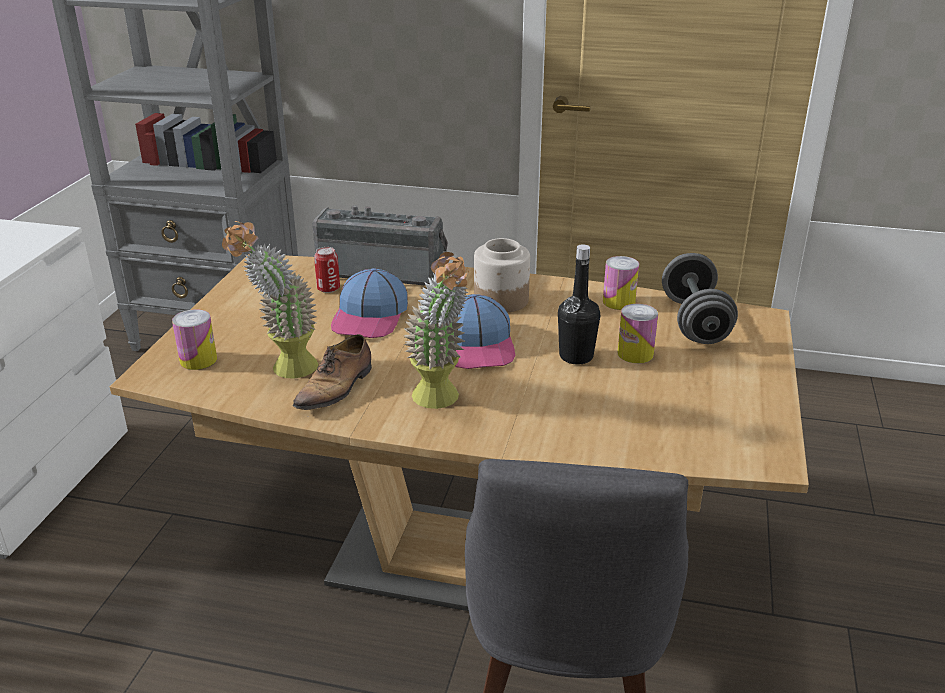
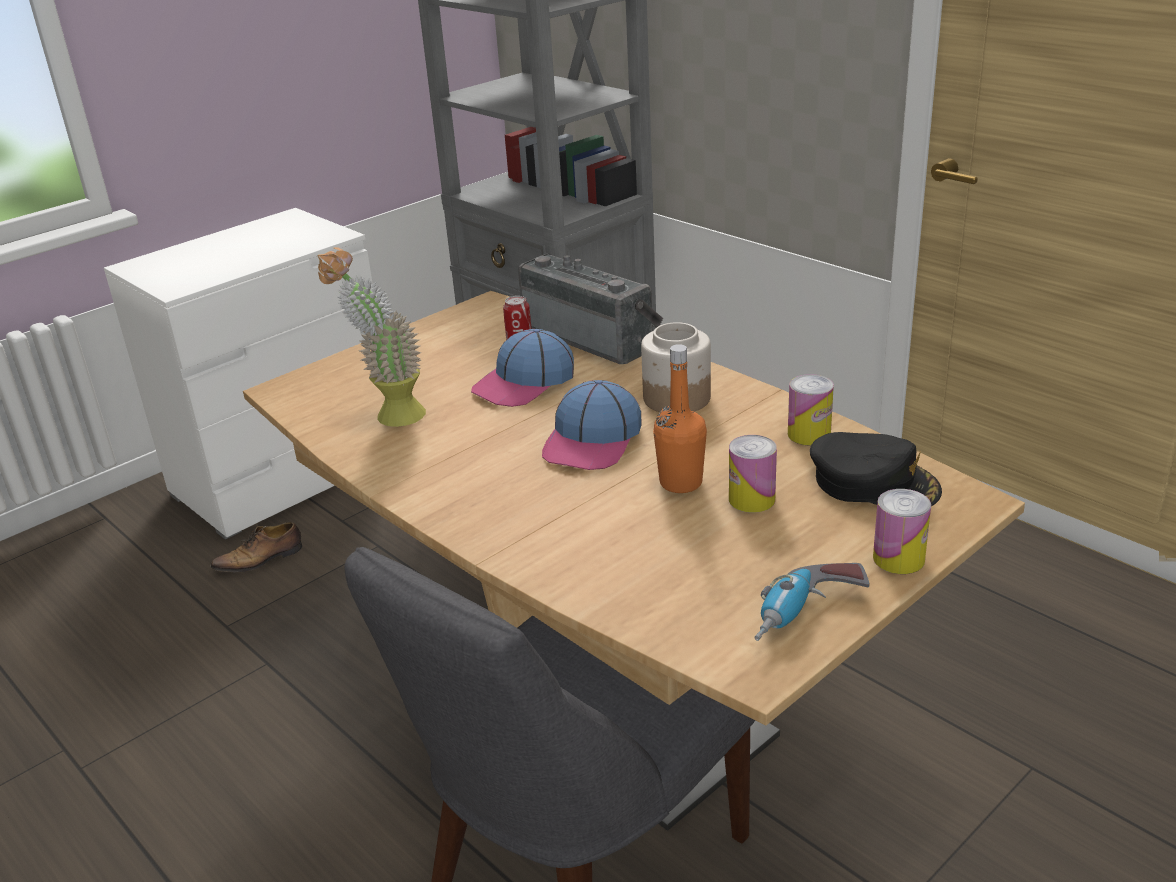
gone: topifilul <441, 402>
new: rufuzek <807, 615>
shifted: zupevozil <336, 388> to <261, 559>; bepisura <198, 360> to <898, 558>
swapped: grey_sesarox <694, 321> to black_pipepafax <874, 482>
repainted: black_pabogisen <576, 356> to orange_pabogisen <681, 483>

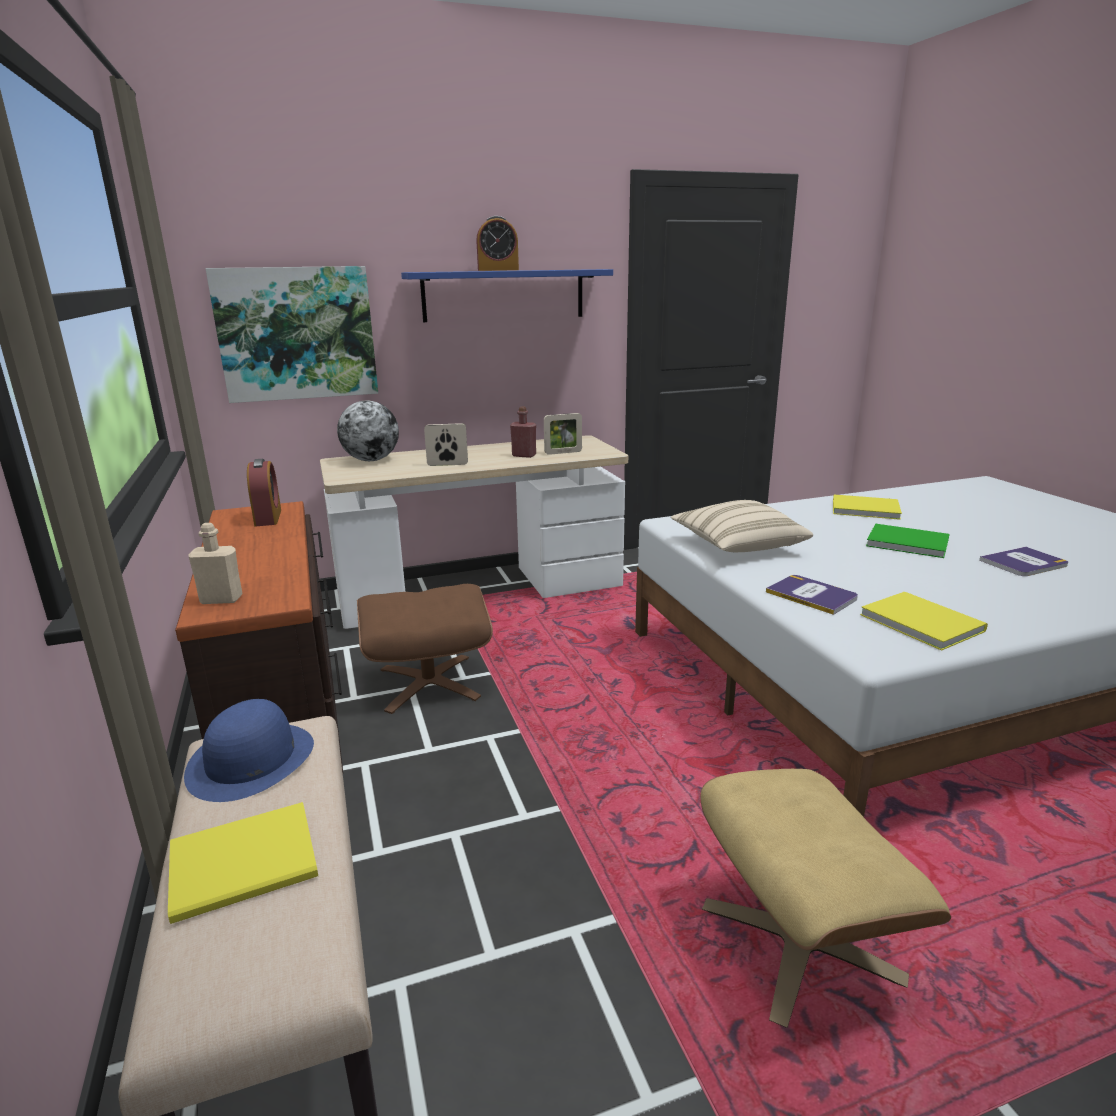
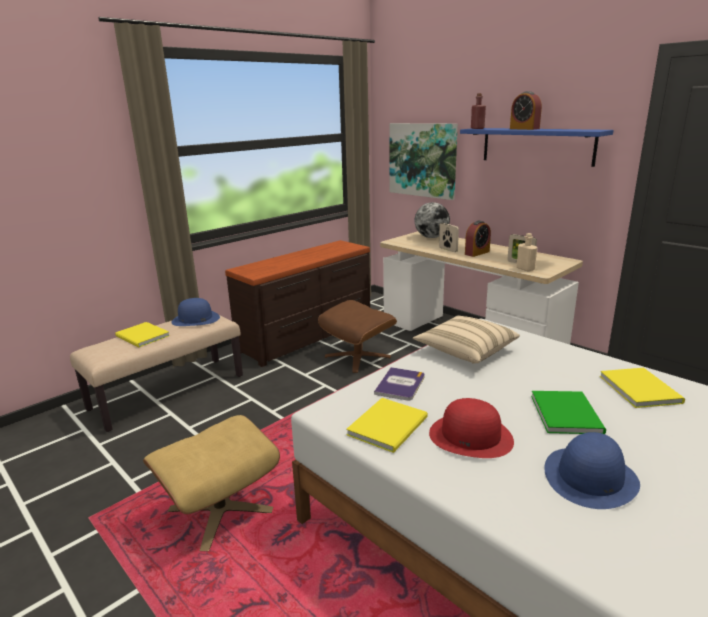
new: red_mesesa <471, 436>
shifted: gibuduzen <268, 518> to <477, 253>; red_pabogisen <524, 455> to <477, 128>; beige_pabogisen <221, 599> to <525, 269>
swapped: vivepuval <1024, 563> to blue_mesesa <590, 477>

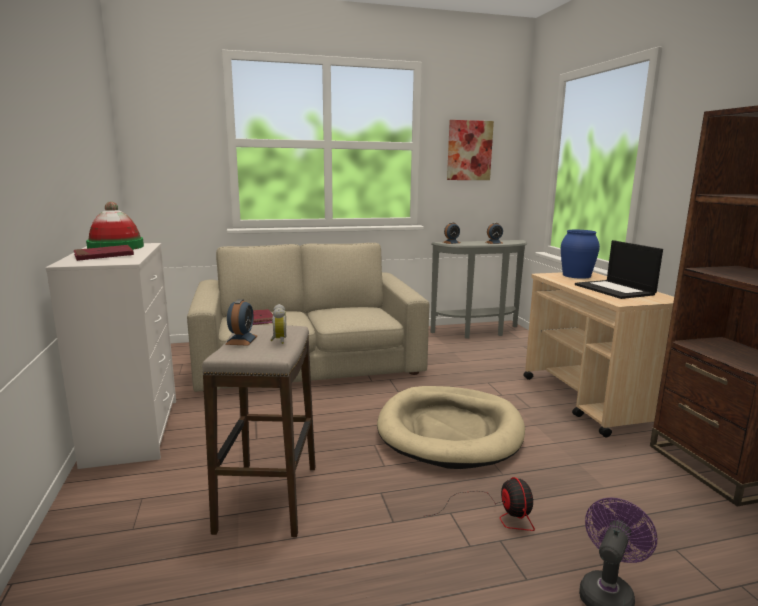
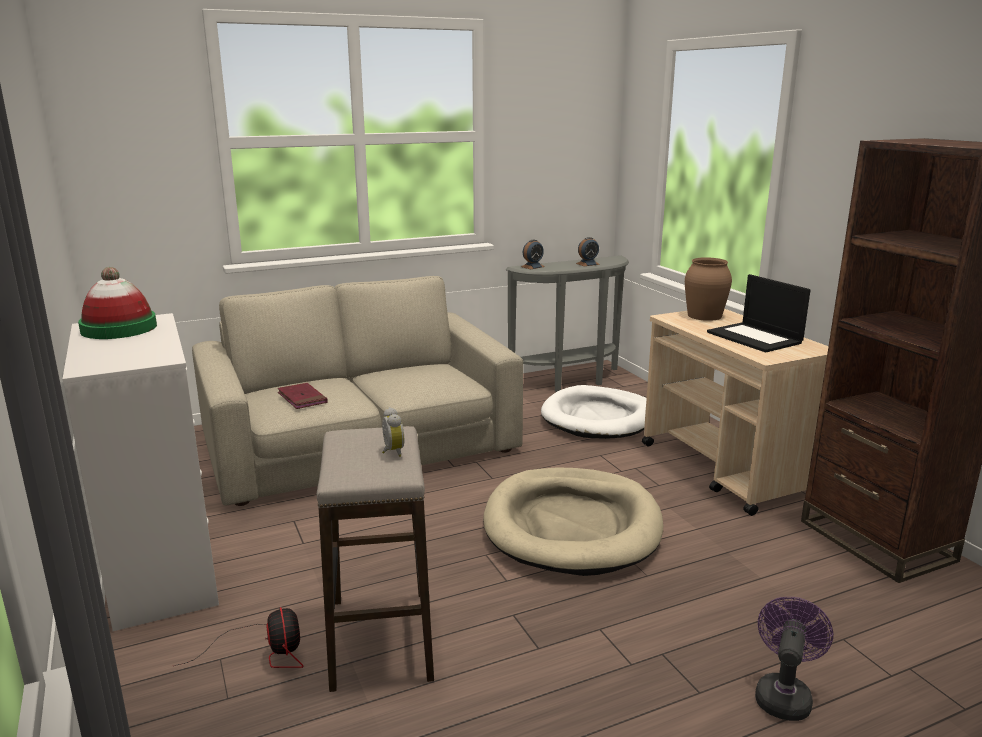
gone: red_vivepuval <104, 256>; gibuduzen <241, 340>; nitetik <469, 150>
new: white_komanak <598, 418>
shifted: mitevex <495, 514> to <266, 651>
repainted: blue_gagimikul <576, 275> to brown_gagimikul <704, 315>

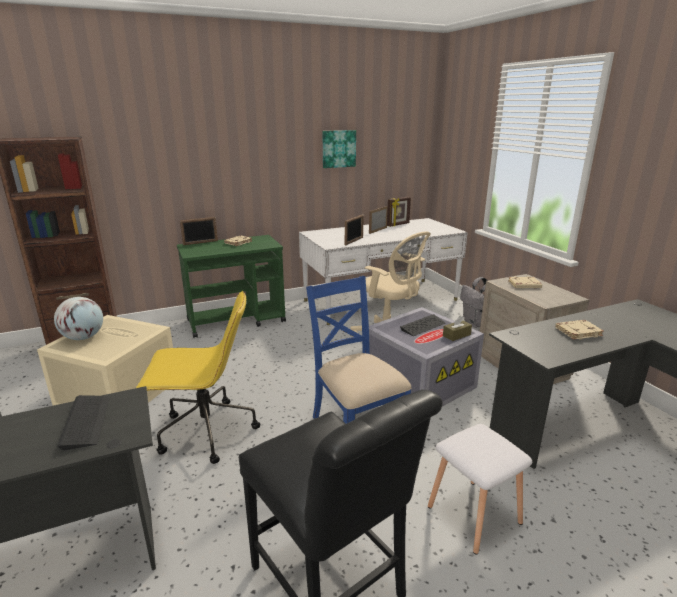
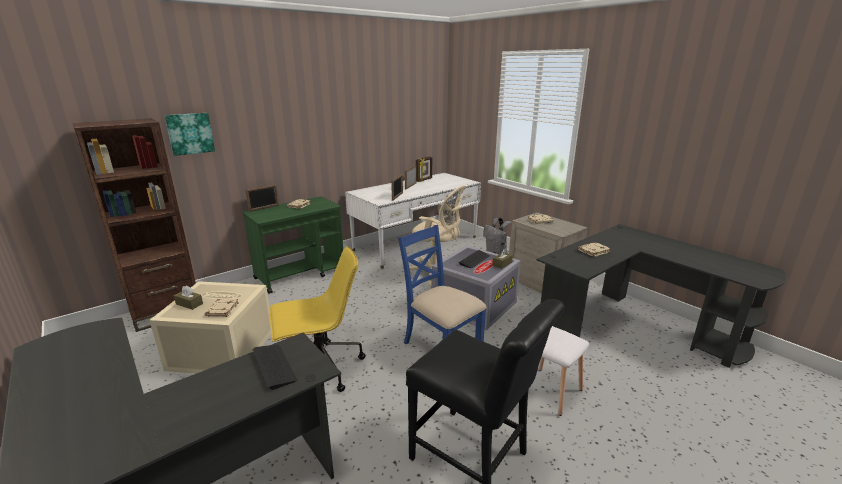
new: beige_vivepuval <222, 310>
shifted: nitetik <338, 149> to <190, 133>
swapped: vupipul <83, 337> to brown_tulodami <189, 304>

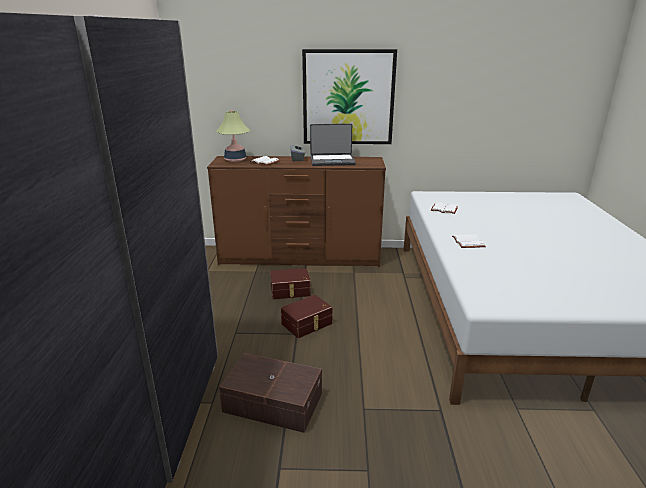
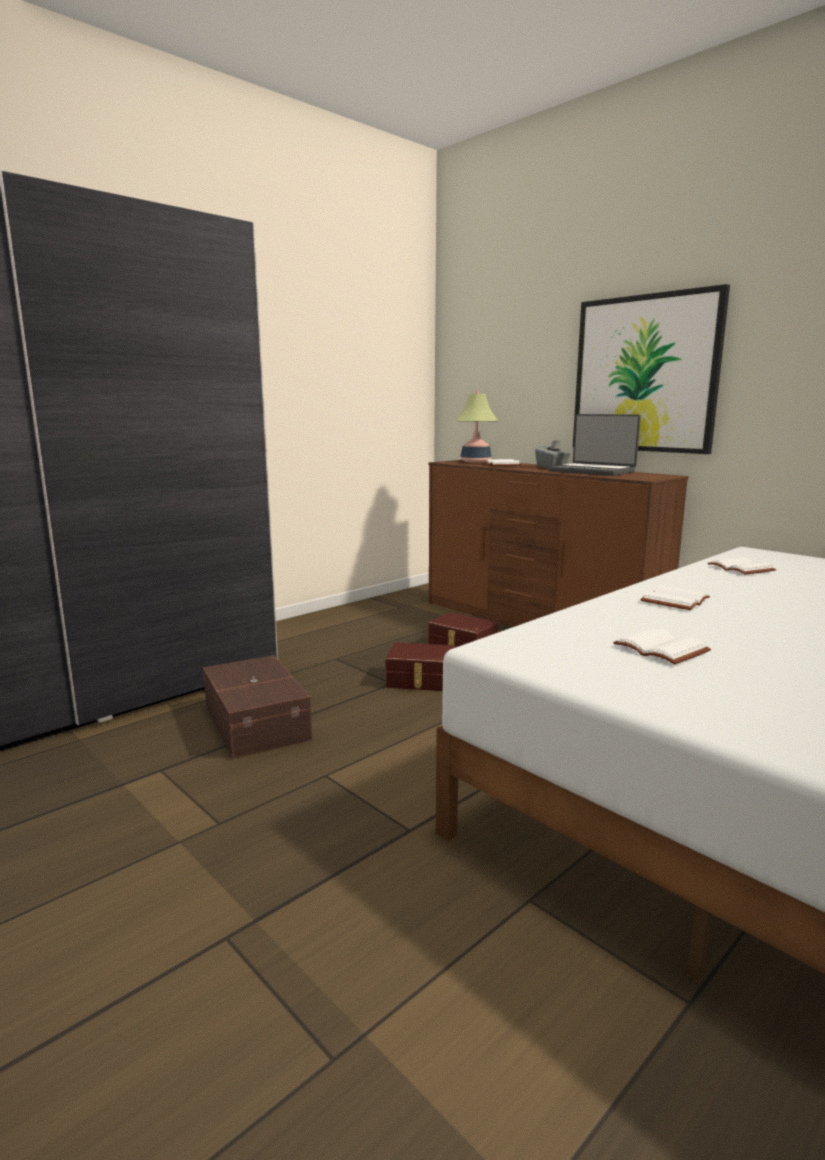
new: white_vivepuval <663, 649>

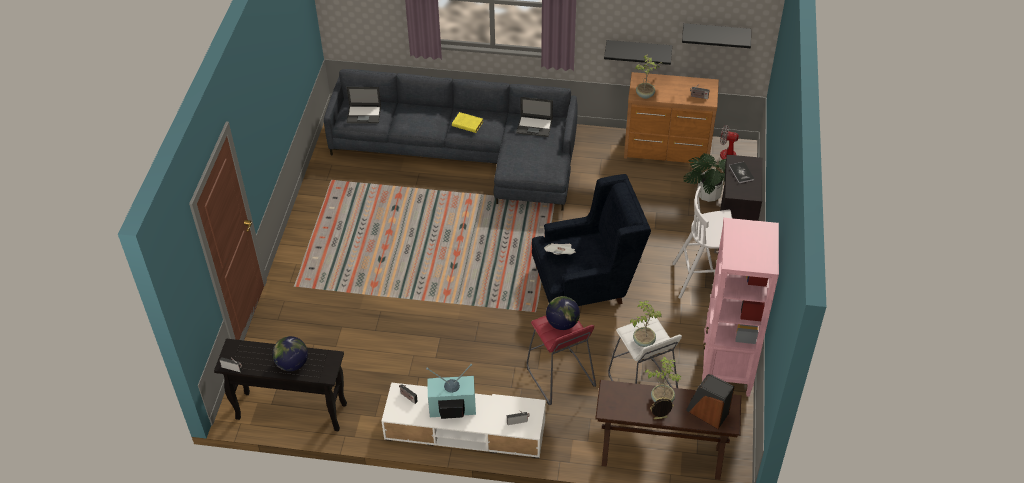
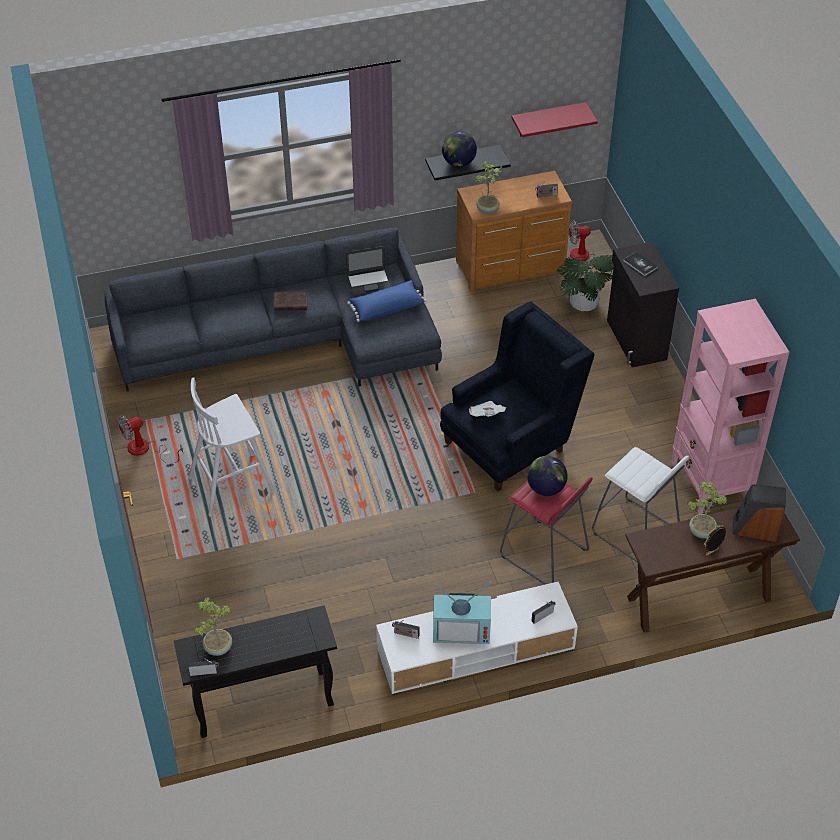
gone: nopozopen <364, 114>
new: mitevex <145, 450>; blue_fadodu <386, 307>
shifted: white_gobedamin <705, 279> to <233, 484>; topifilul <643, 341> to <217, 647>; vupipul <292, 364> to <459, 163>
repainted: yellow_vivepuval <466, 124> to brown_vivepuval <289, 303>; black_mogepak <716, 35> to red_mogepak <548, 119>
rotated: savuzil <451, 408> = <462, 628> 150 degrees counterclockwise

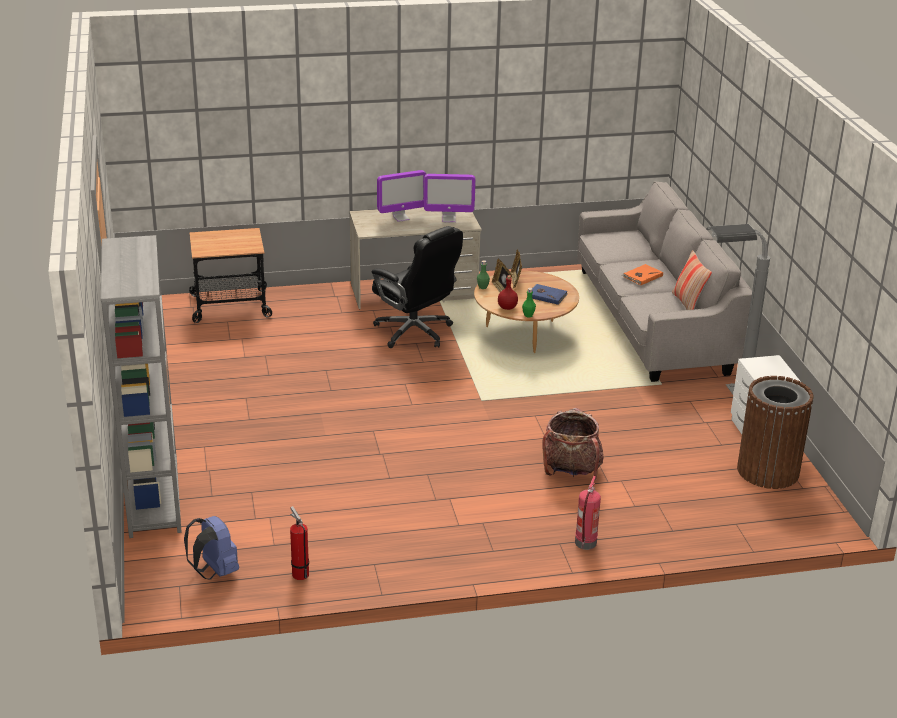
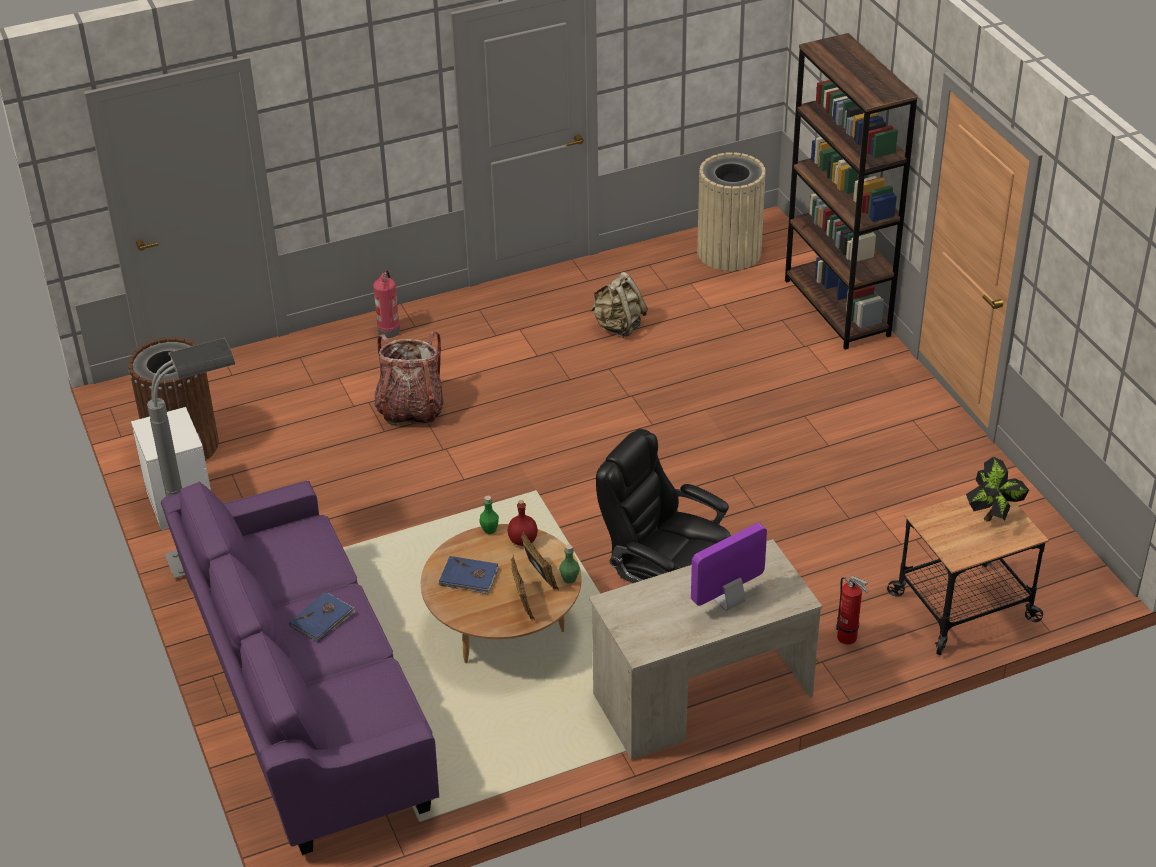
gone: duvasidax <448, 219>; fadodu <688, 304>
new: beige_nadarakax <618, 326>; topifilul <993, 515>
shifted: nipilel <299, 573> to <849, 638>
swapped: blue_nadarakax <214, 571> to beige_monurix <729, 252>
repainted: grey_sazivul <652, 320> to purple_sazivul <306, 697>; orange_vivepuval <642, 276> to blue_vivepuval <323, 619>; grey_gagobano <154, 498> to brown_gagobano <837, 308>

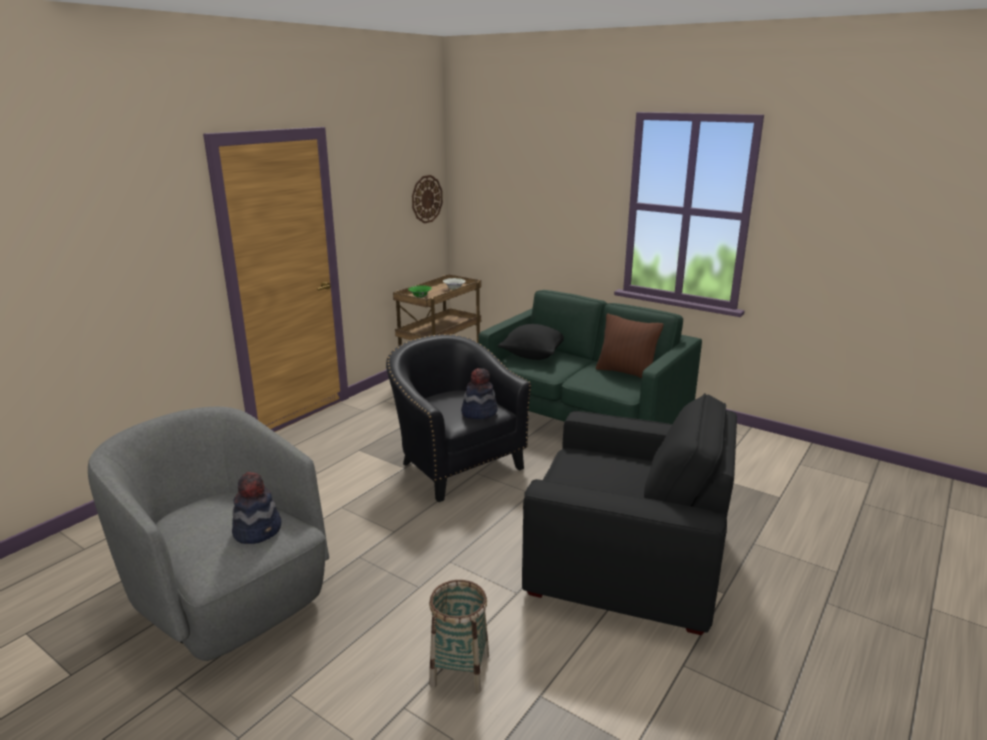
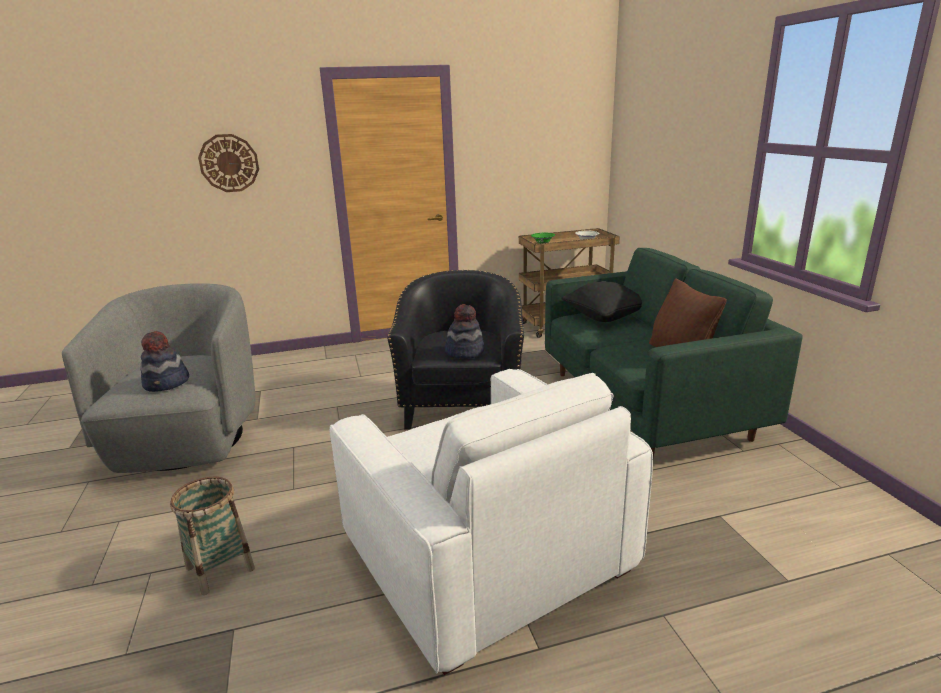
shifted: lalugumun <426, 199> to <229, 163>
repainted: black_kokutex <626, 559> to white_kokutex <485, 554>

